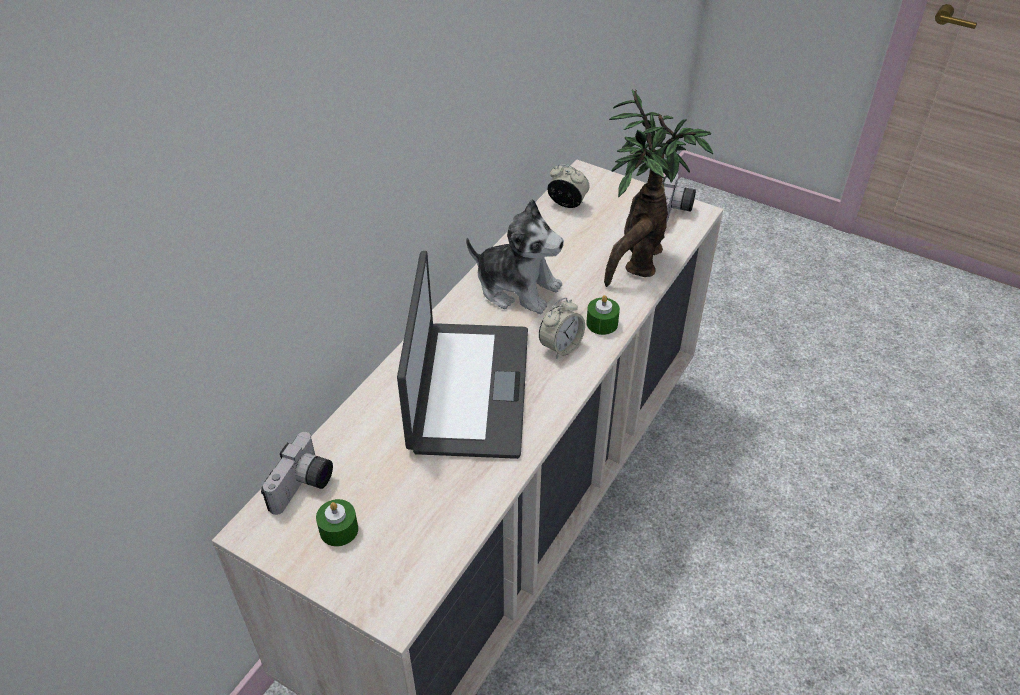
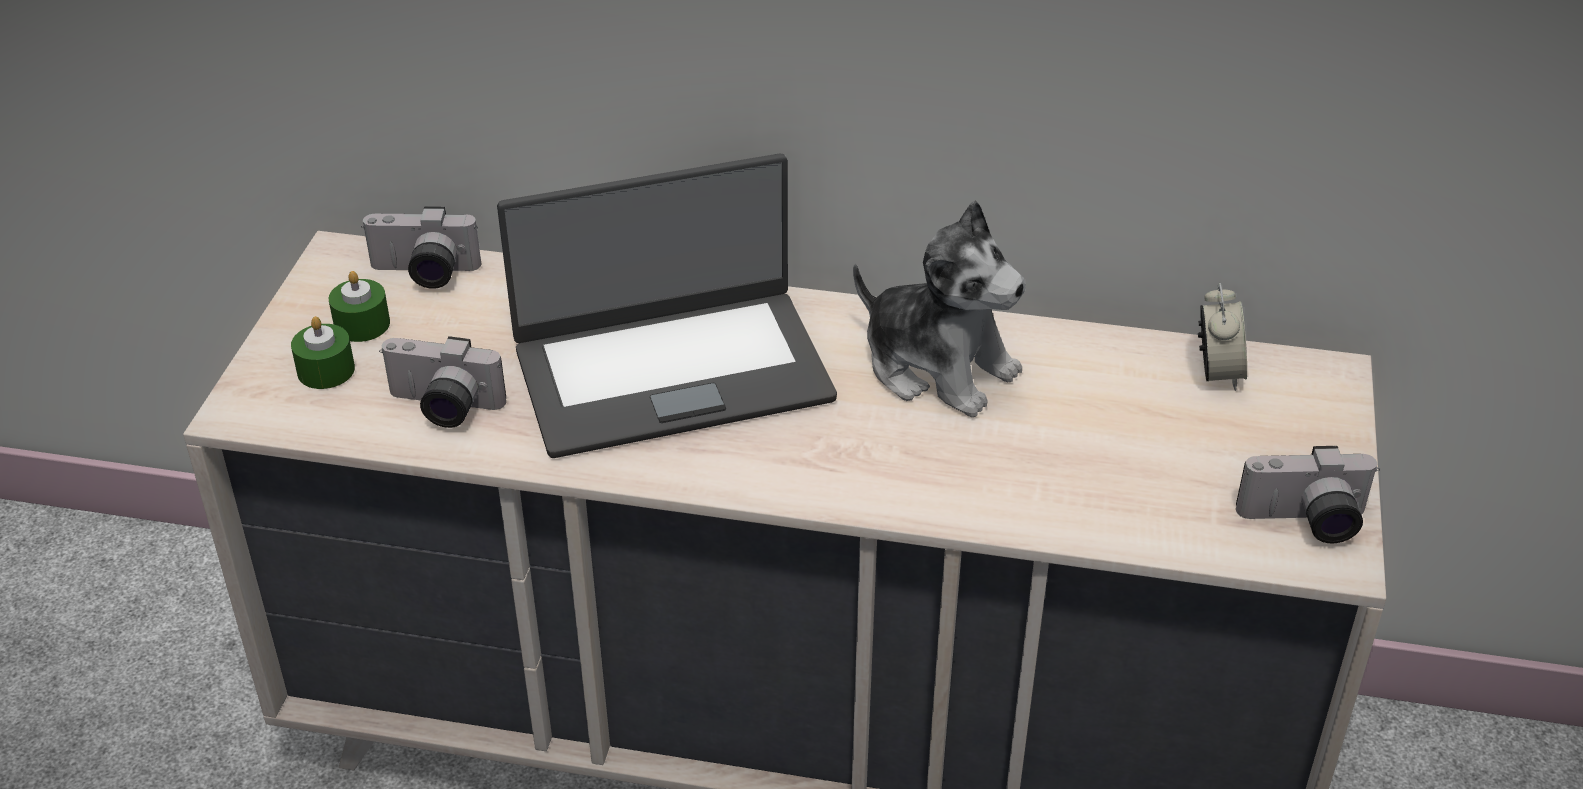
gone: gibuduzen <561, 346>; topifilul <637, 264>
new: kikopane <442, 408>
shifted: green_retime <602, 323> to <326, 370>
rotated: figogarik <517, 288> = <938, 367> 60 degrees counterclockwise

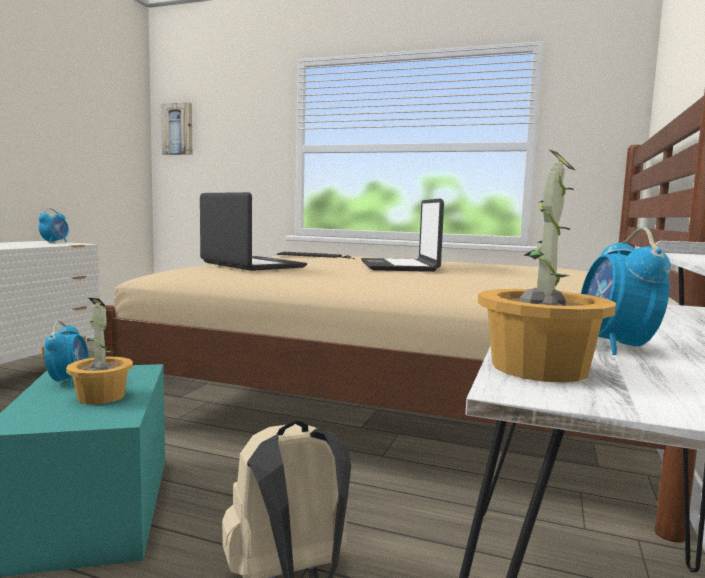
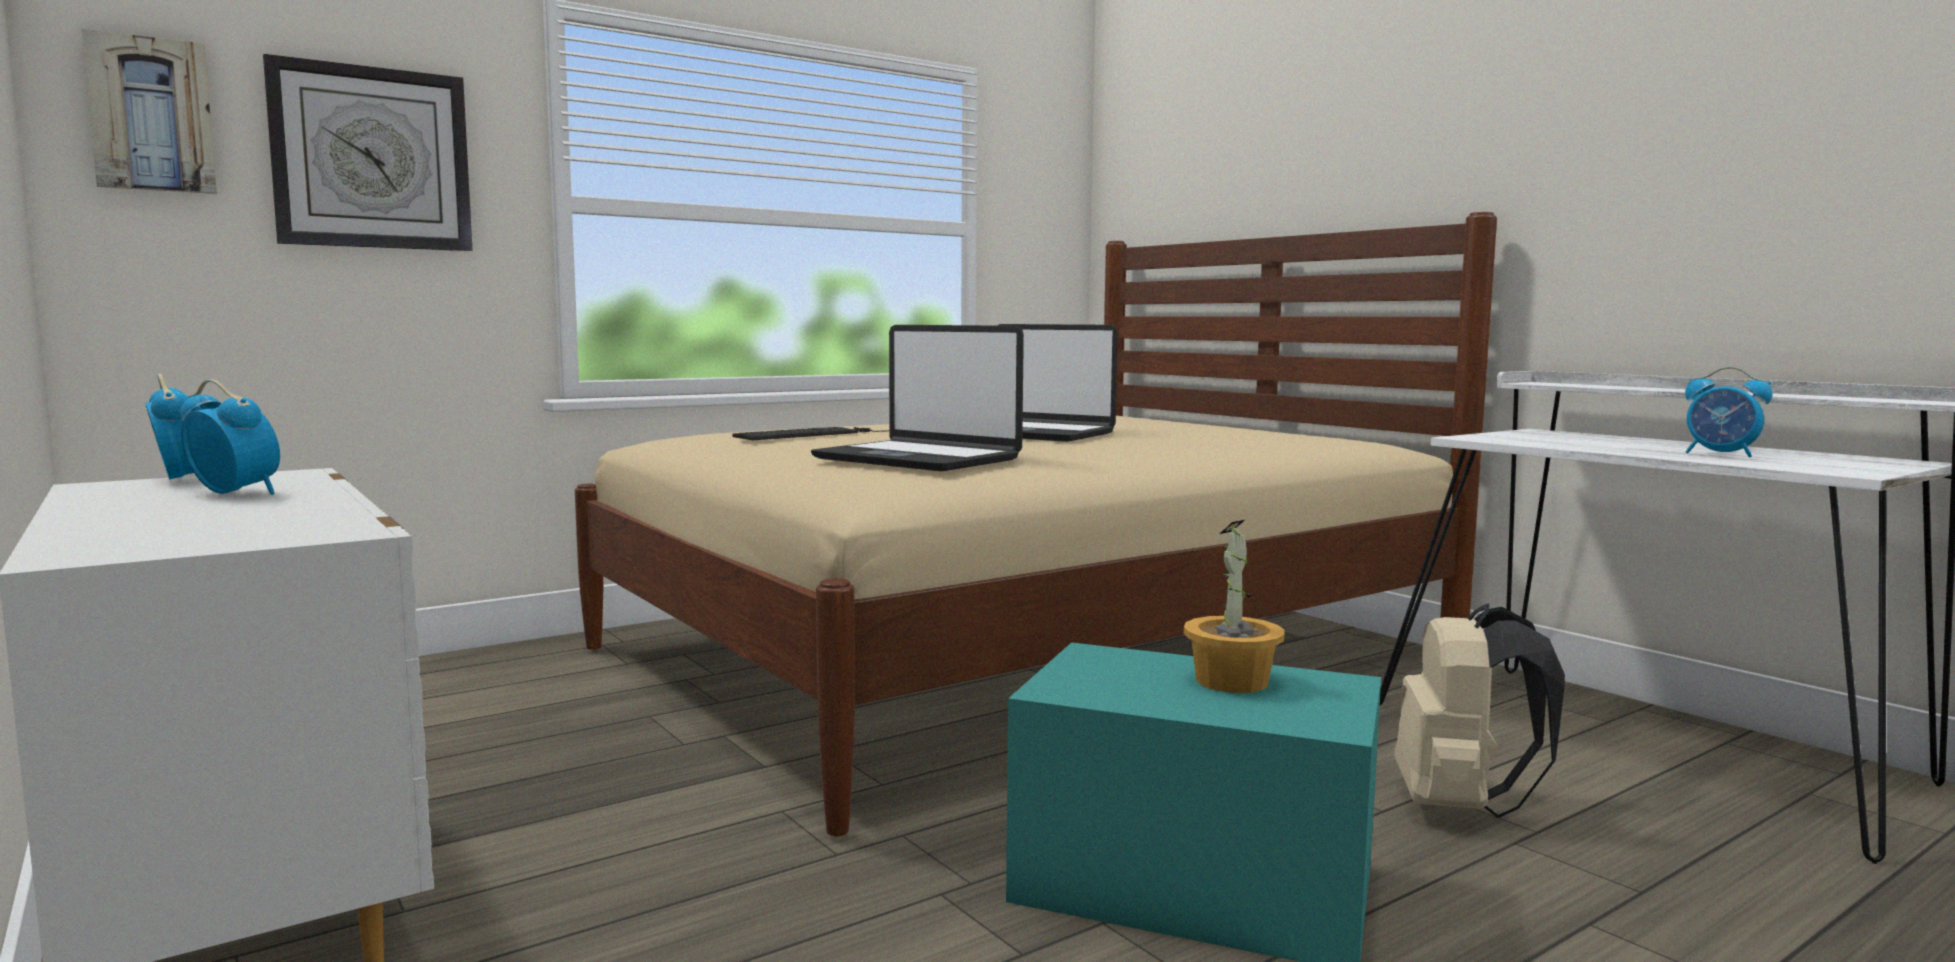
gone: topifilul <537, 368>
new: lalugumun <372, 158>
shifted: gibuduzen <69, 381> to <235, 493>
rotated: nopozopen <251, 265> = <918, 459> 135 degrees counterclockwise

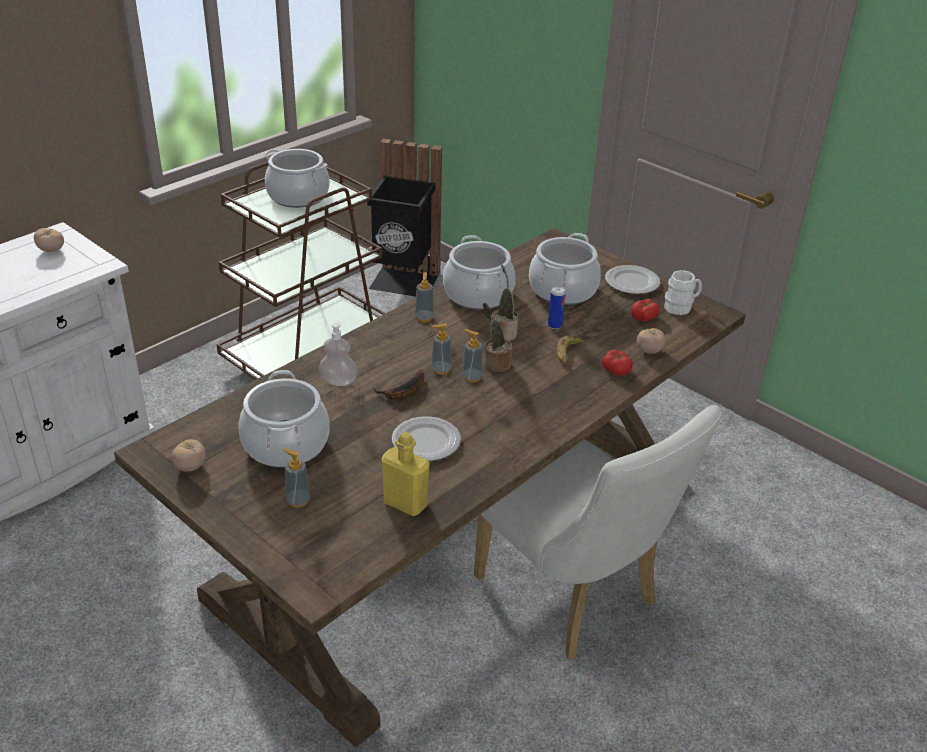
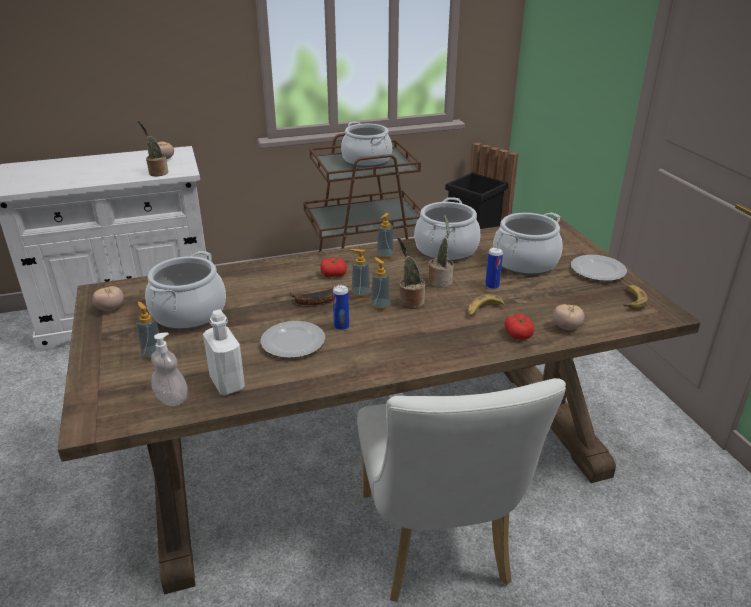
new: topifilul <157, 173>; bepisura <341, 327>
shifted: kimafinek <338, 381> to <172, 399>; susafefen <643, 317> to <333, 274>
swapped: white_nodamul <681, 307> to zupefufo <632, 300>
repainted: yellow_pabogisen <405, 503> to white_pabogisen <227, 383>

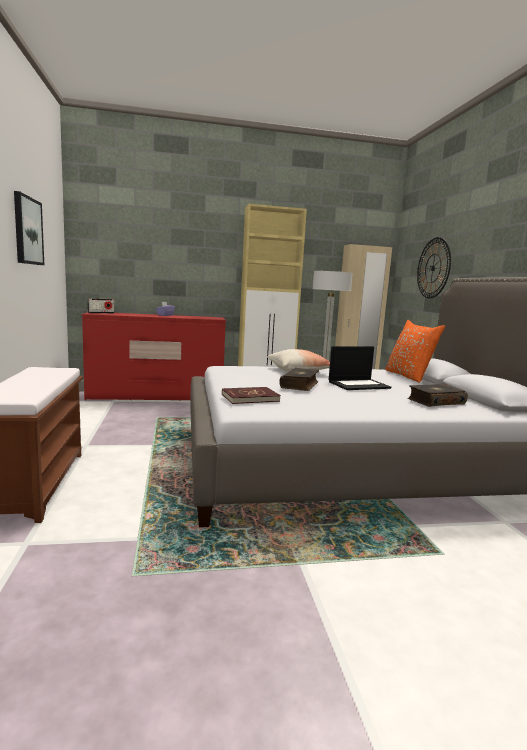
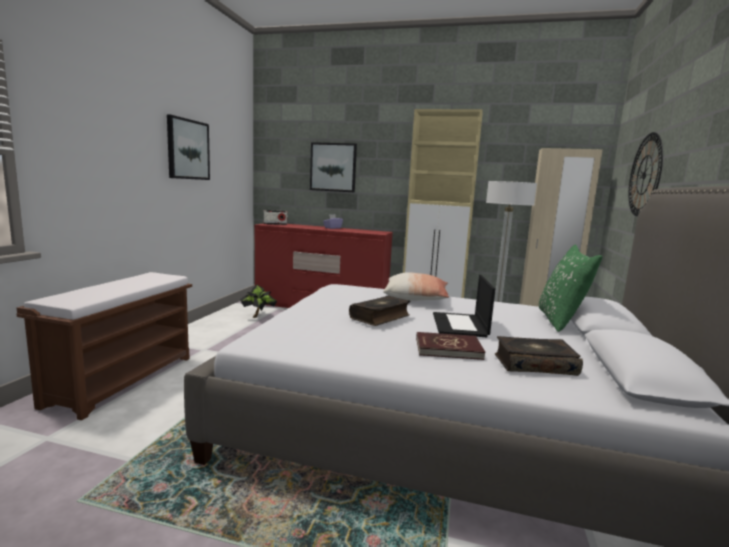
new: topifilul <258, 316>; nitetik <333, 167>
shifted: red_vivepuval <250, 398> to <448, 349>
repainted: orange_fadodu <409, 376> to green_fadodu <561, 321>
rotated: nopozopen <359, 385> = <460, 325> 90 degrees clockwise

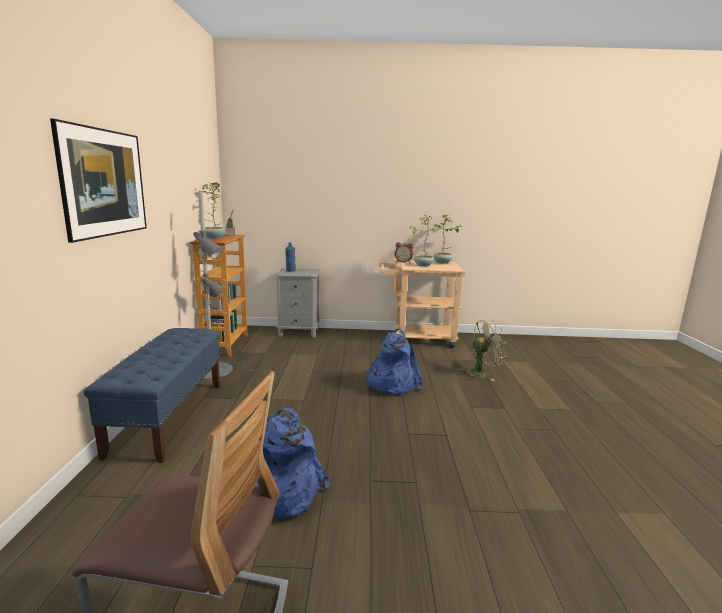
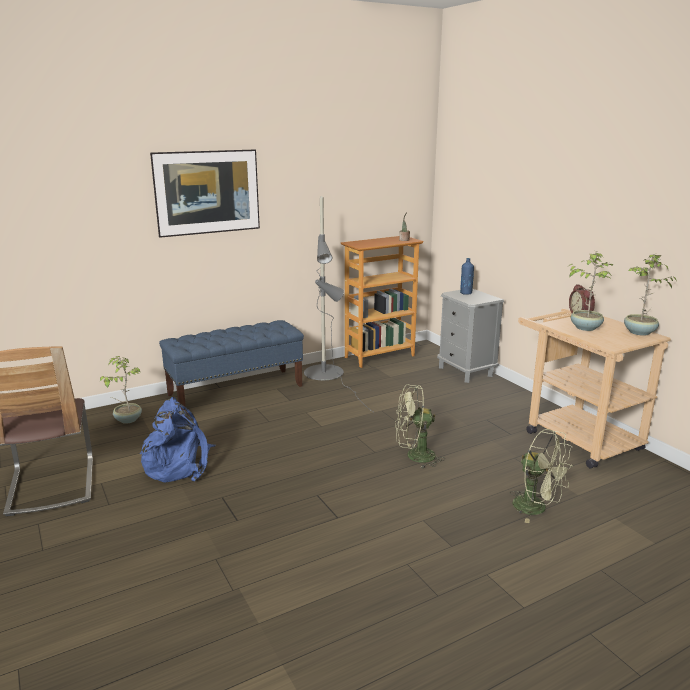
shifted: topifilul <213, 238> to <127, 420>
swapped: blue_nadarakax <391, 383> to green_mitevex <414, 457>

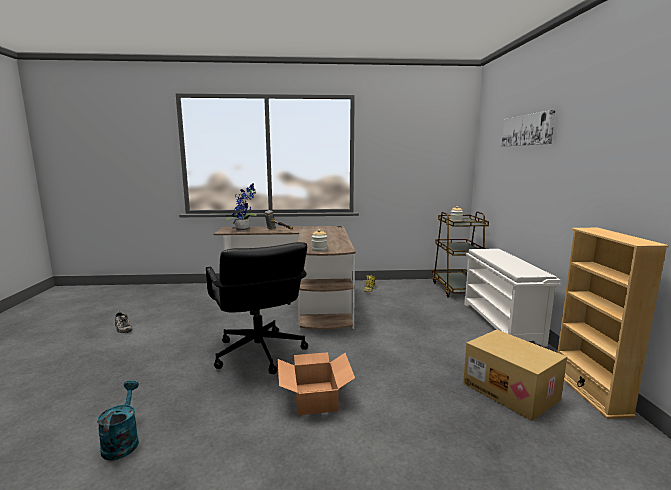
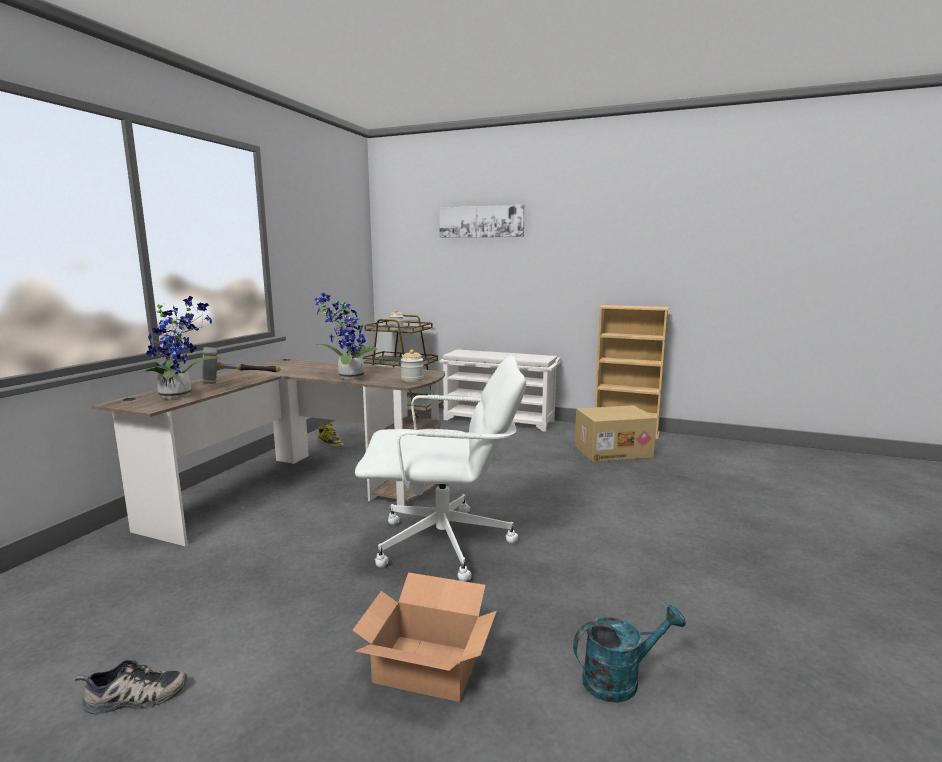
new: topifilul <347, 377>
shifted: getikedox <315, 397> to <426, 665>
repainted: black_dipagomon <259, 353> to white_dipagomon <445, 544>
rotated: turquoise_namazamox <122, 441> = <620, 679> 150 degrees clockwise

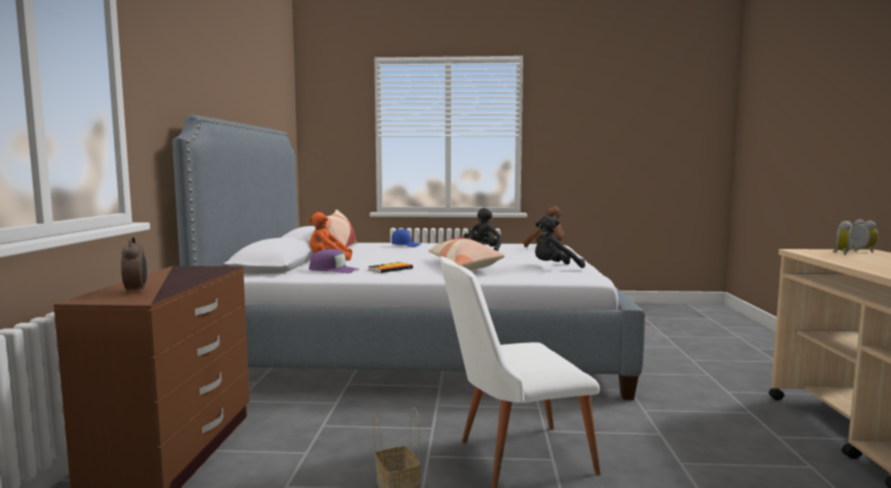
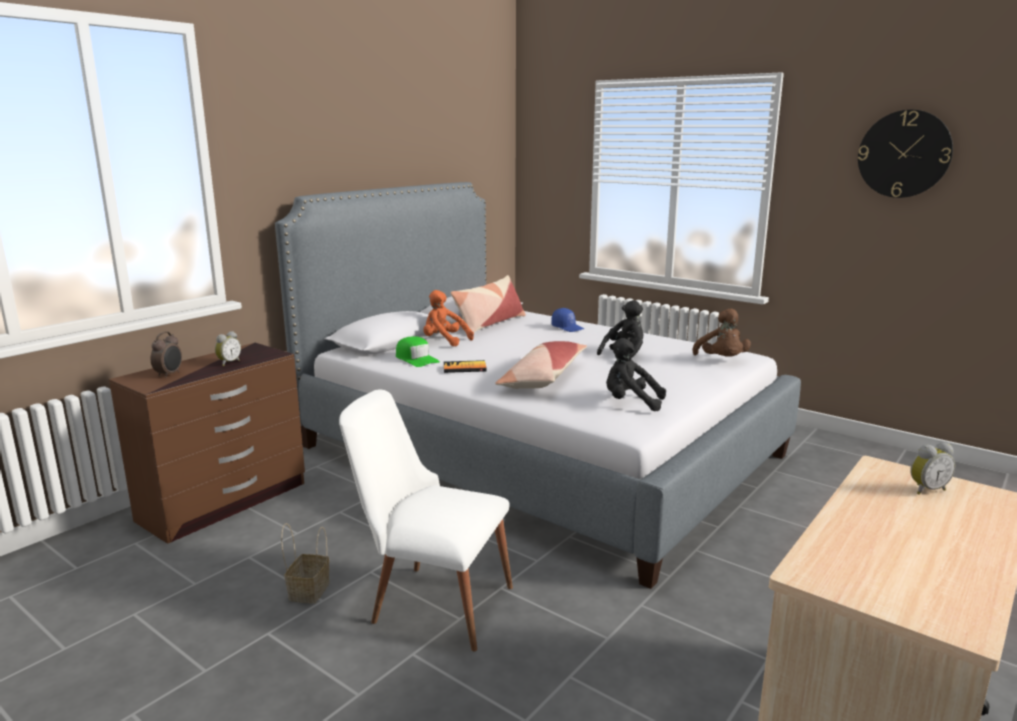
new: lalugumun <904, 154>
shifted: gibuduzen <860, 251> to <228, 363>
repainted: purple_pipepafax <333, 270> to green_pipepafax <416, 359>

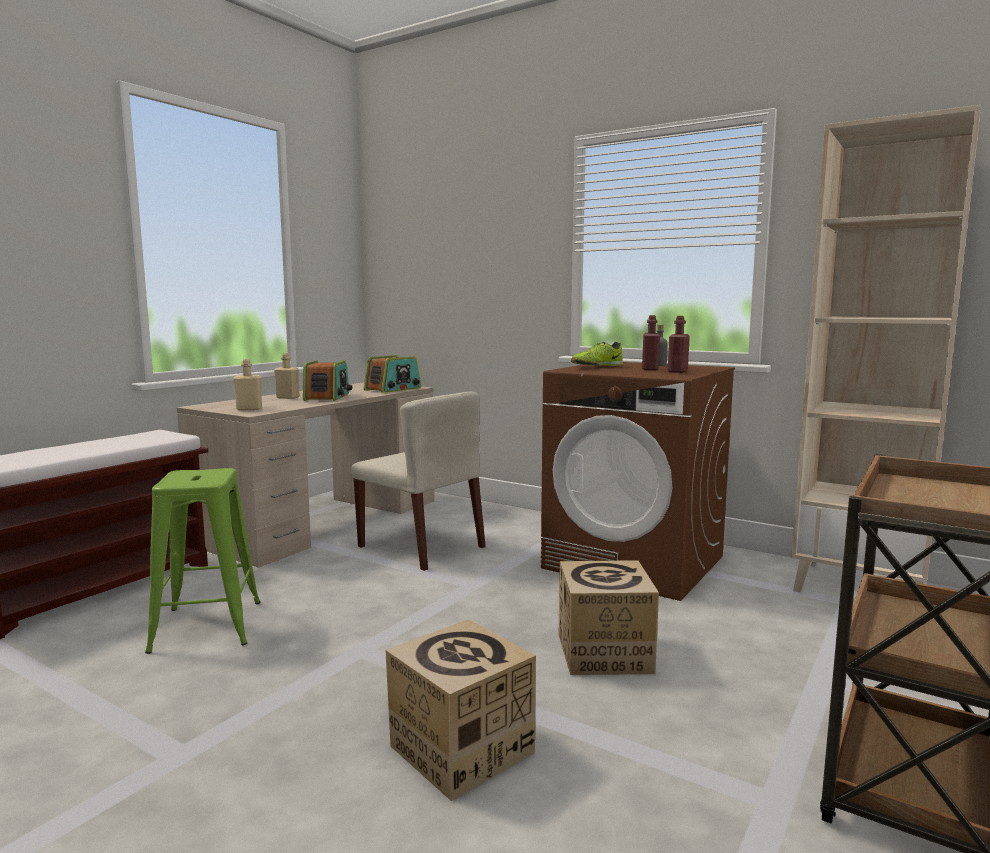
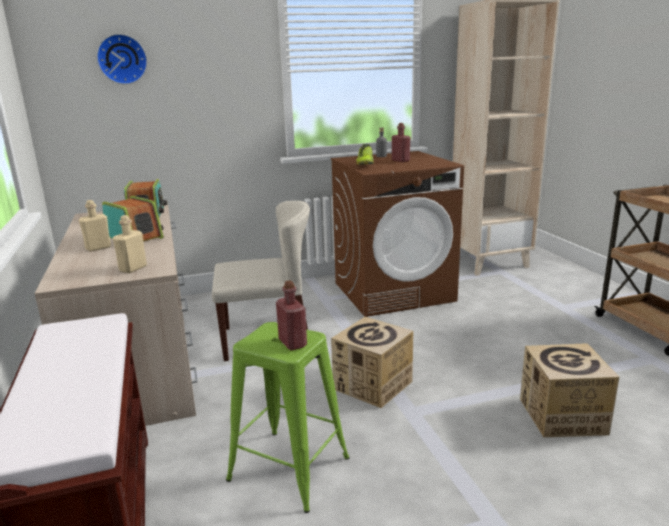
new: lalugumun <122, 59>
shifted: red_pabogisen <677, 371> to <292, 343>; getikedox <604, 653> to <373, 385>

